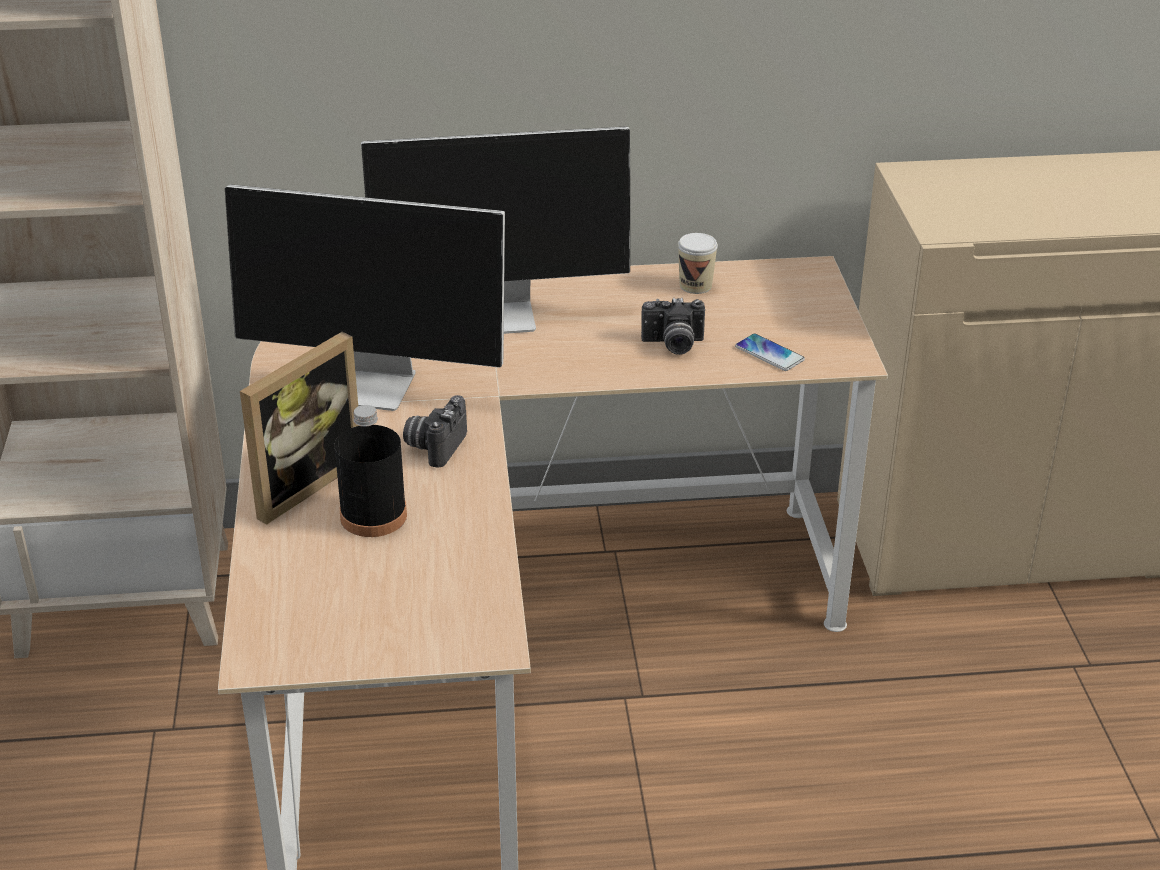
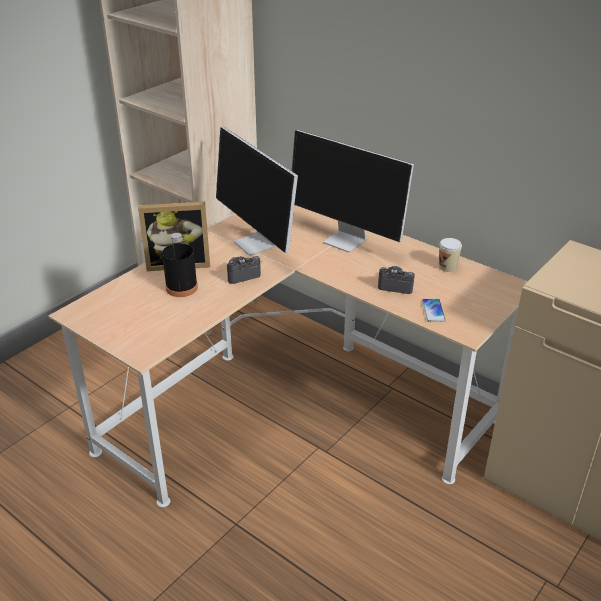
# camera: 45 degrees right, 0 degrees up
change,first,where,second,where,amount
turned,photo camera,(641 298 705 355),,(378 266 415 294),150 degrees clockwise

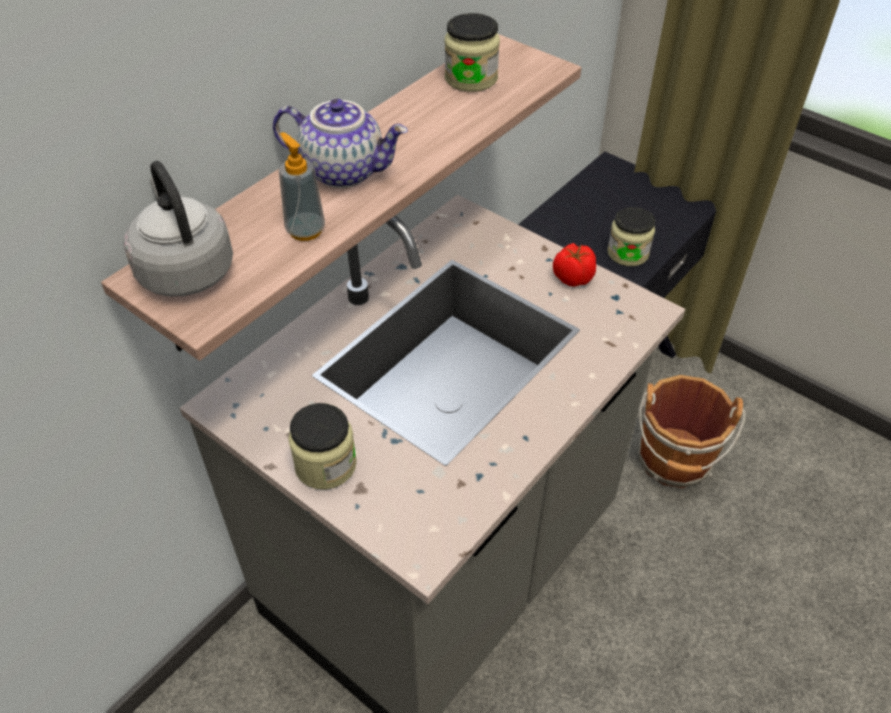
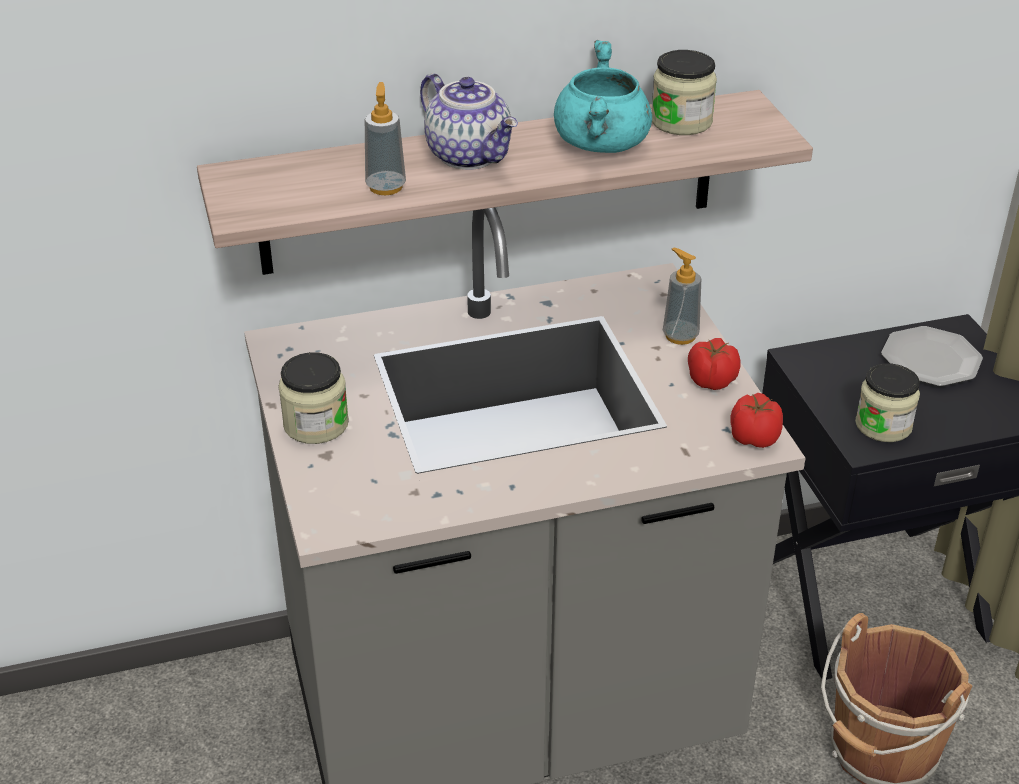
# camera: 35 degrees right, 10 degrees down
change,first,where,second,where,amount
removed,grey kettle,(124 161 233 297),,,
added,,,turquoise-coloured saucepot,(554 40 652 153),
added,,,liquid soap bottle,(663 248 701 345),
added,,,plate,(881 326 983 387),
added,,,fresh tomato,(730 393 783 448),

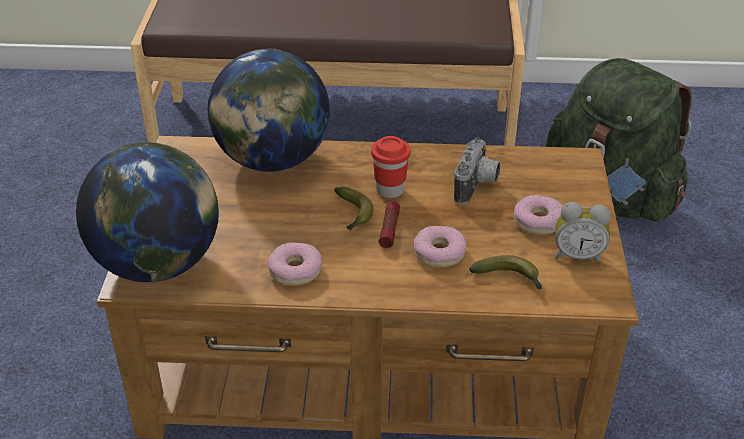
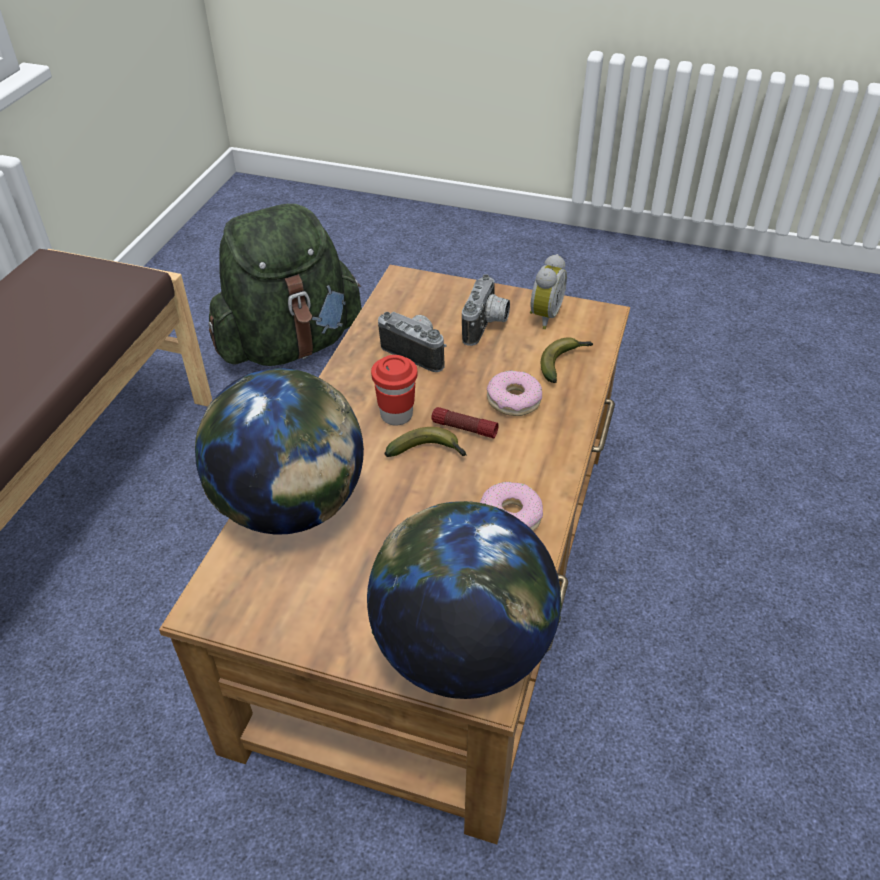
# camera: 75 degrees left, 5 degrees up
change,first,where,second,where,amount
replaced,donut,(514 195 563 235),photo camera,(462 275 510 346),

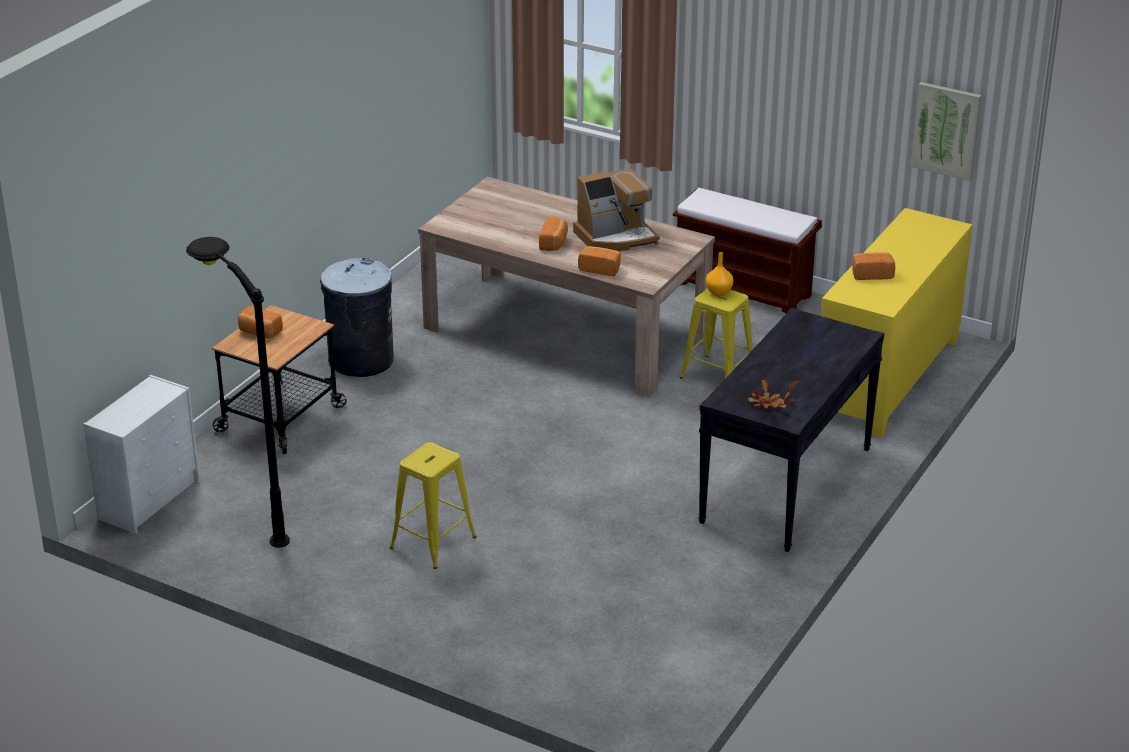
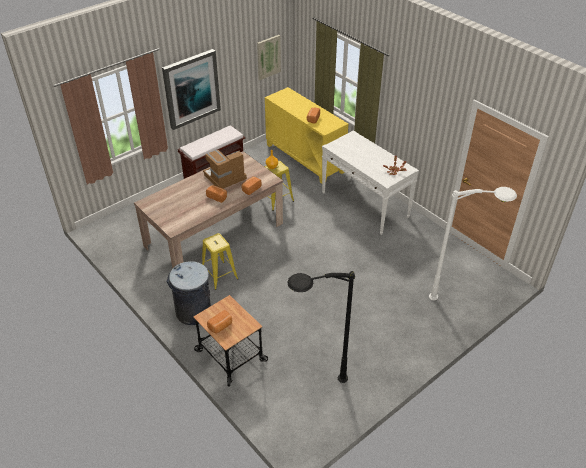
# camera: 70 degrees left, 10 degrees up
change,first,where,second,where,amount
turned,coffee machine,(573 168 660 251),,(203 150 247 189),120 degrees counterclockwise
recoloured,blackish hall table,(699 308 884 552),whitish hall table,(322 130 419 235),
removed,whitish drawer chest,(83 375 200 534),,,
moved,yellow-coloured stool,(390 442 477 569),,(202 233 238 290),
added,,,picture,(162 49 221 130),
added,,,whitish floor lamp,(429 187 517 300),

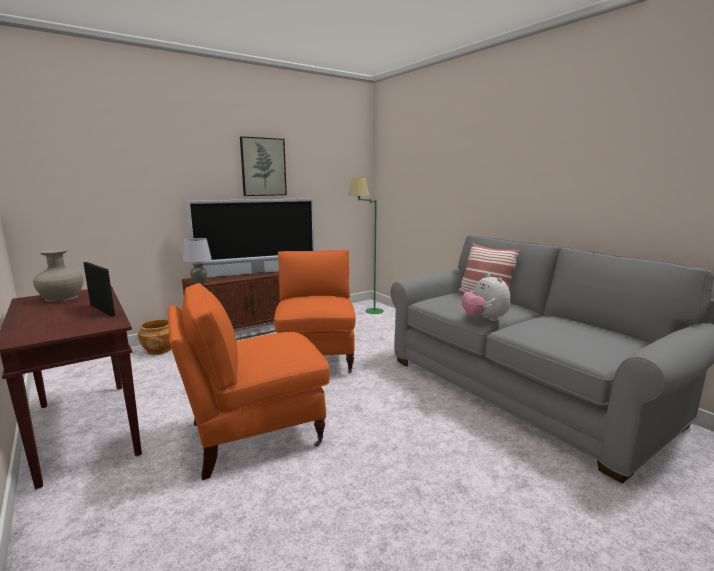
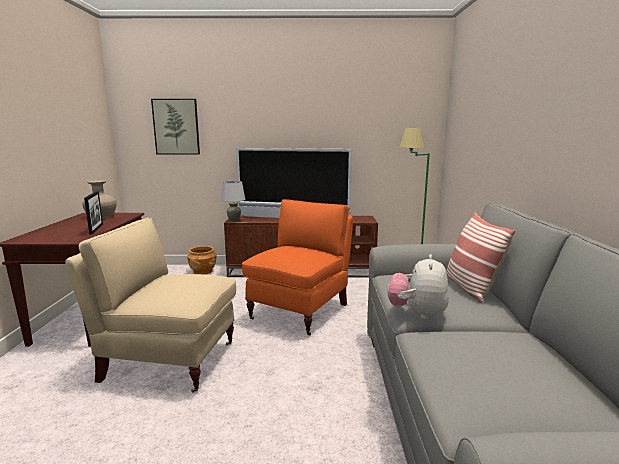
# camera: 35 degrees right, 0 degrees up
change,first,where,second,where,amount
moved,picture,(240 136 287 196),,(151 99 200 154),
recoloured,orange easy chair,(168 283 330 480),beige easy chair,(65 217 236 393),

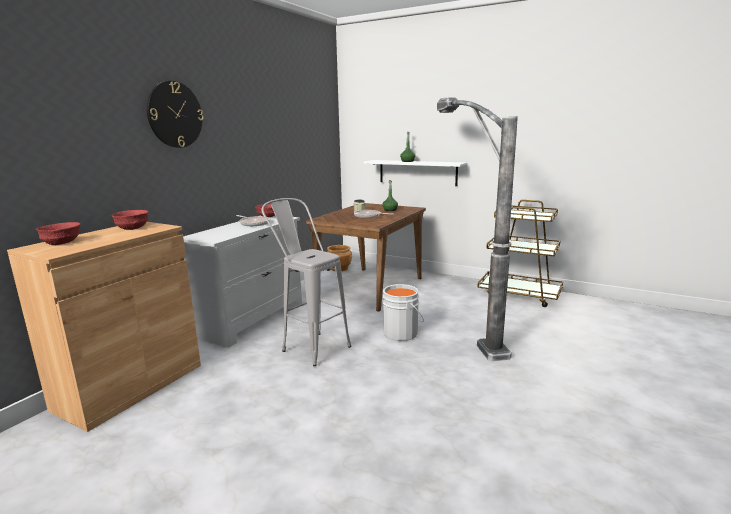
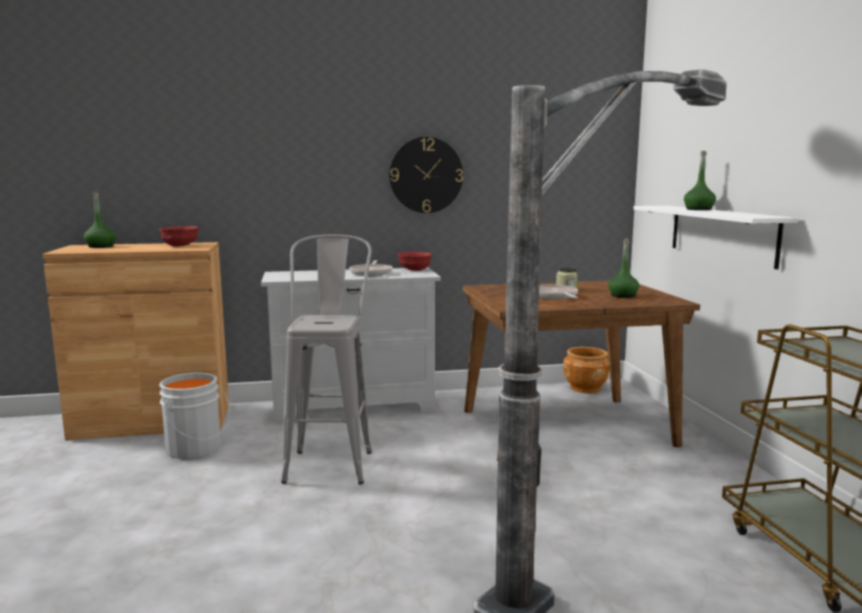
# camera: 50 degrees right, 5 degrees down
change,first,where,second,where,amount
moved,hanging clock,(147 81 204 148),,(389 137 463 213),
replaced,red deep dish,(36 222 80 245),green-coloured drink bottle,(84 191 116 248),
moved,grey water bucket,(382 284 424 341),,(159 373 230 459),

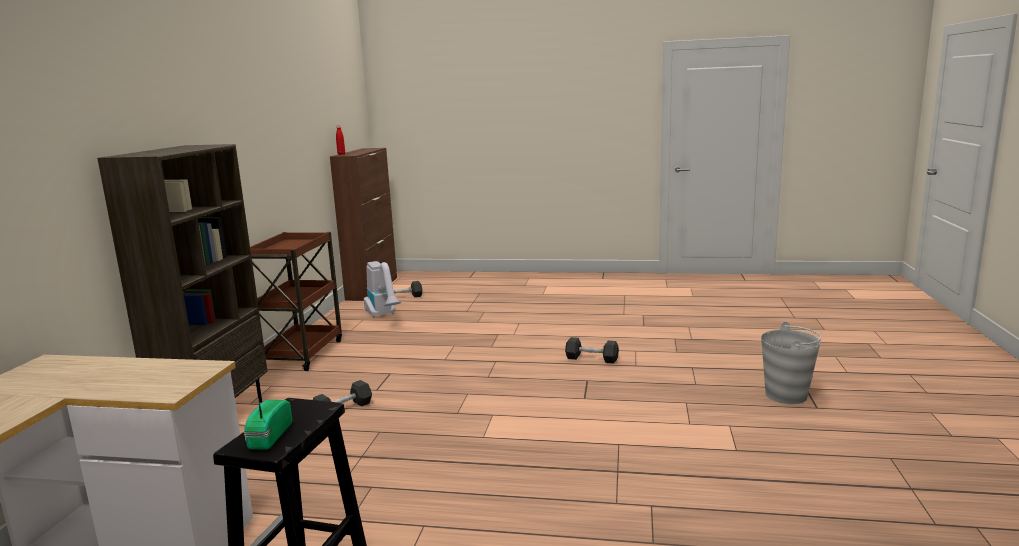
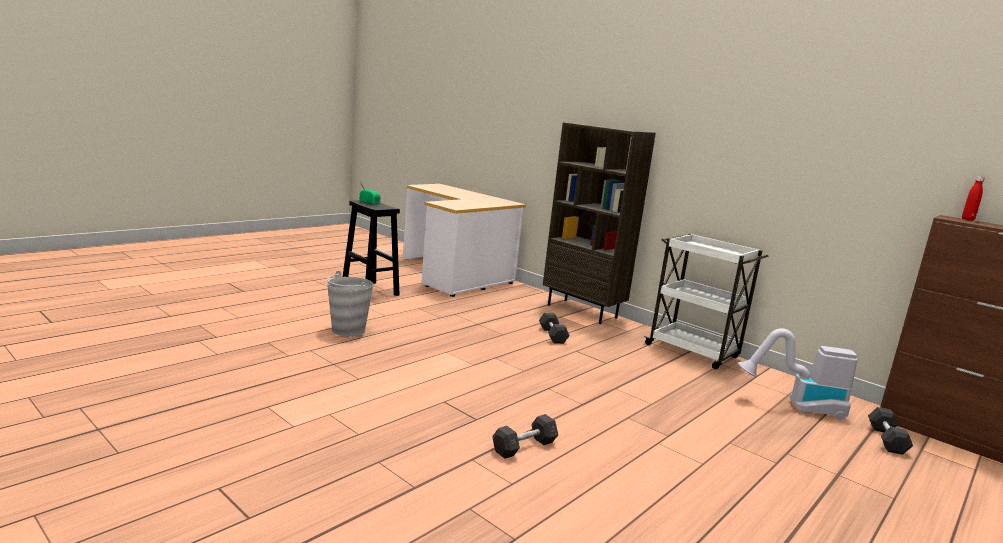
# camera: 120 degrees right, 0 degrees up
change,first,where,second,where,amount
recoloured,brownish wheeled cart,(250 232 342 371),whitish wheeled cart,(644 234 769 369),
moved,grey water bucket,(761 322 822 404),,(327 271 374 337),

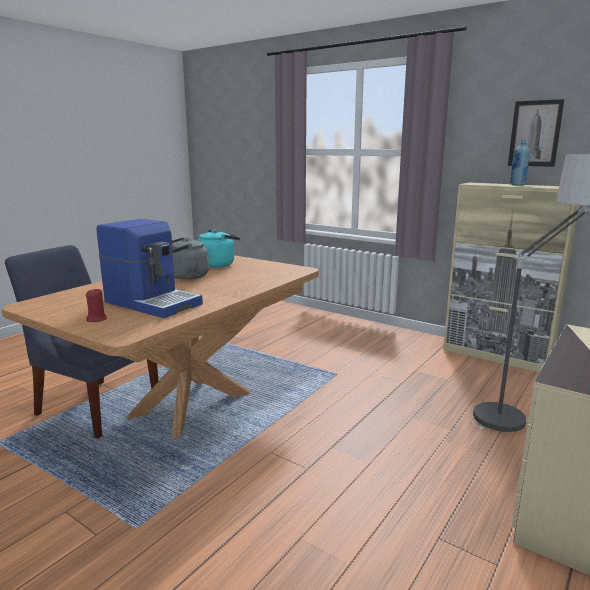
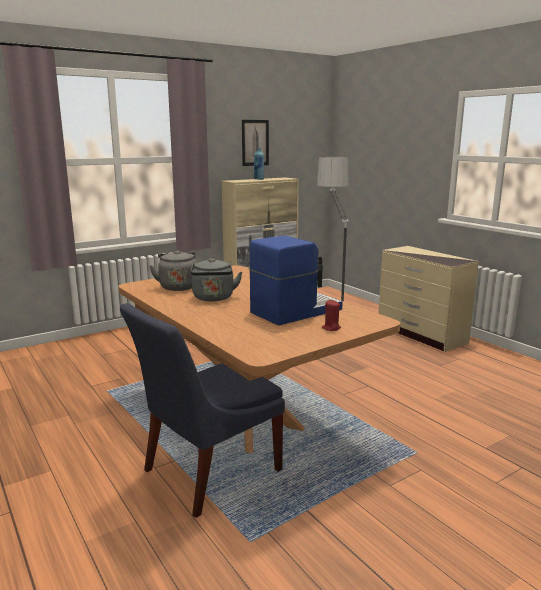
# camera: 70 degrees left, 0 degrees up
change,first,where,second,where,amount
recoloured,turquoise-coloured kettle,(198 230 240 268),grey kettle,(149 250 197 291),

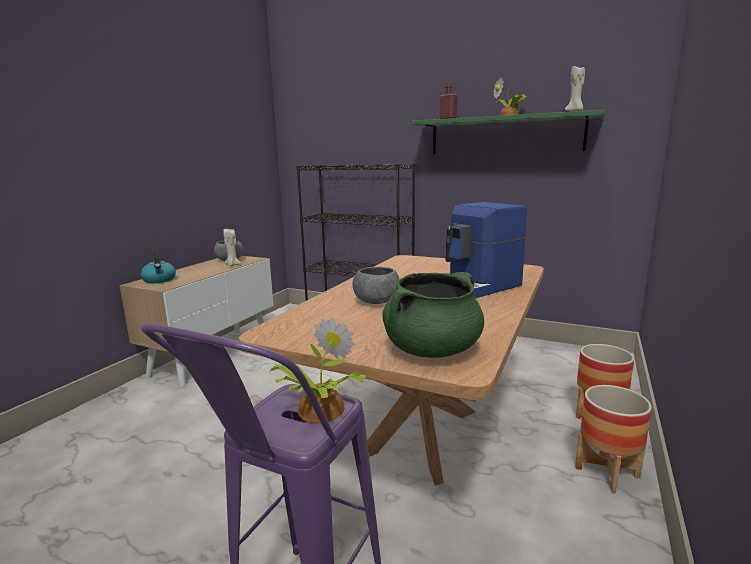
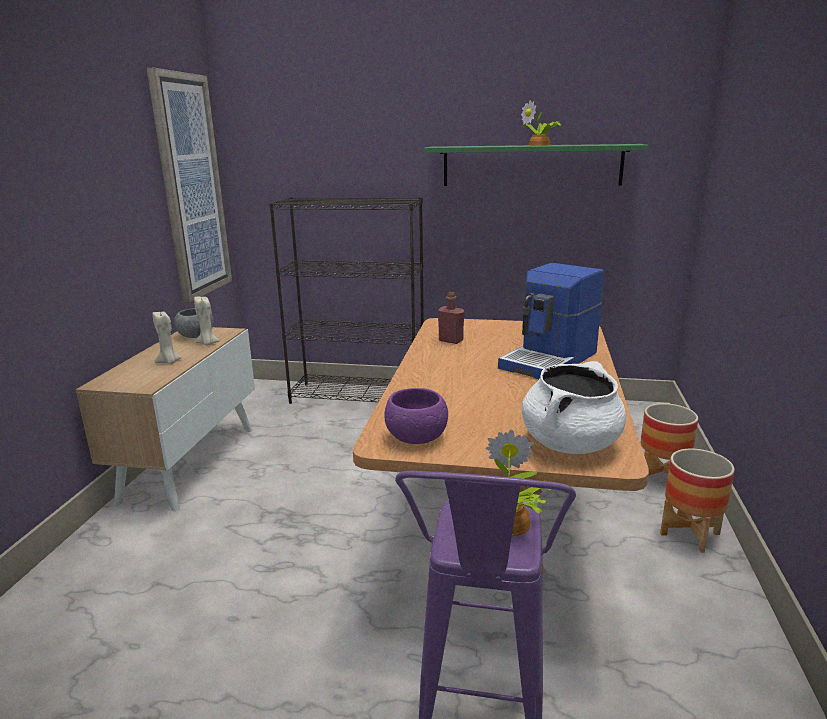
# camera: 15 degrees left, 5 degrees up
change,first,where,second,where,amount
moved,beige wax candle,(565 66 585 112),,(152 310 182 364),
moved,red drink bottle,(440 82 458 119),,(438 292 464 344),
removed,kettle,(140 250 176 283),,,
removed,grey deep dish,(353 267 400 304),,,
recoloured,green-coloured saucepot,(382 272 484 358),whitish saucepot,(522 361 626 454),
added,,,picture,(147 68 232 303),
added,,,purple-coloured deep dish,(384 388 448 444),

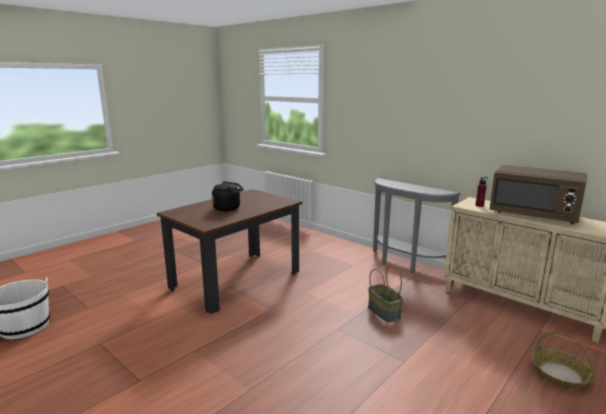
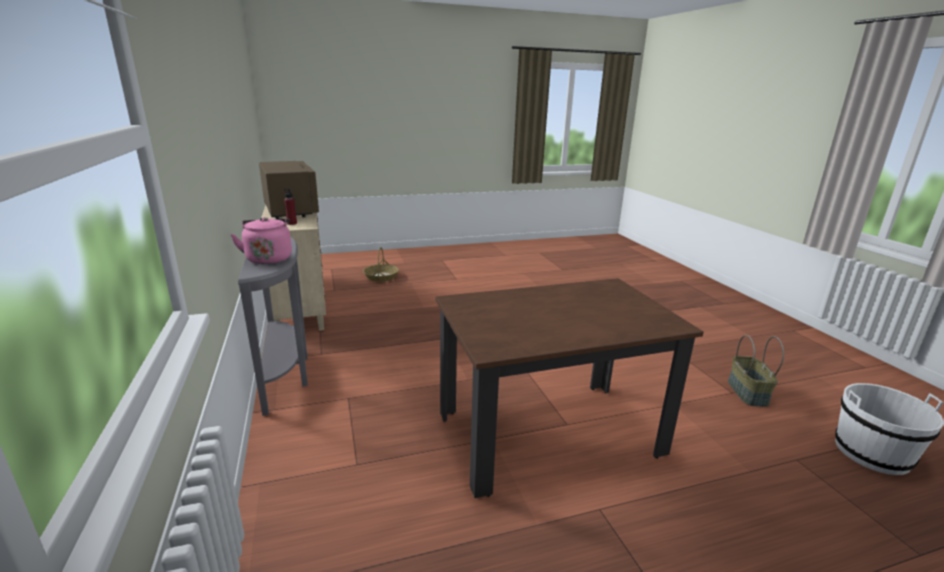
# camera: 150 degrees left, 5 degrees up
change,first,where,second,where,amount
removed,blackish kettle,(212 181 243 211),,,
moved,storage basket,(368 265 403 323),,(728 335 784 407),
added,,,pinkish kettle,(230 217 292 264),

